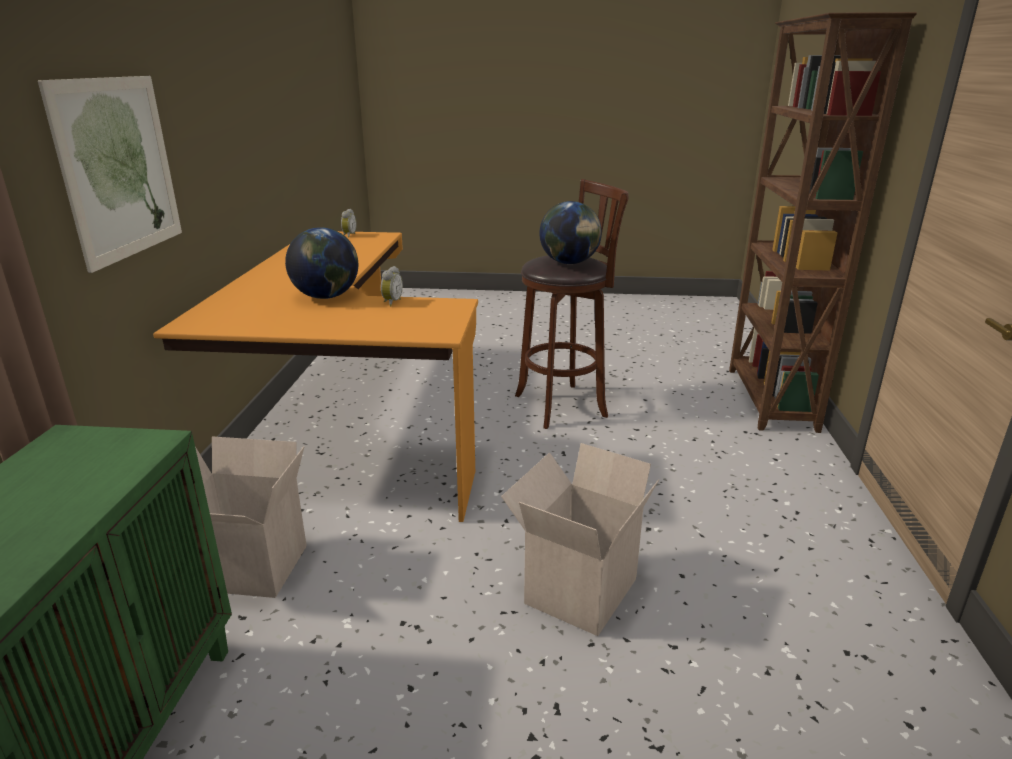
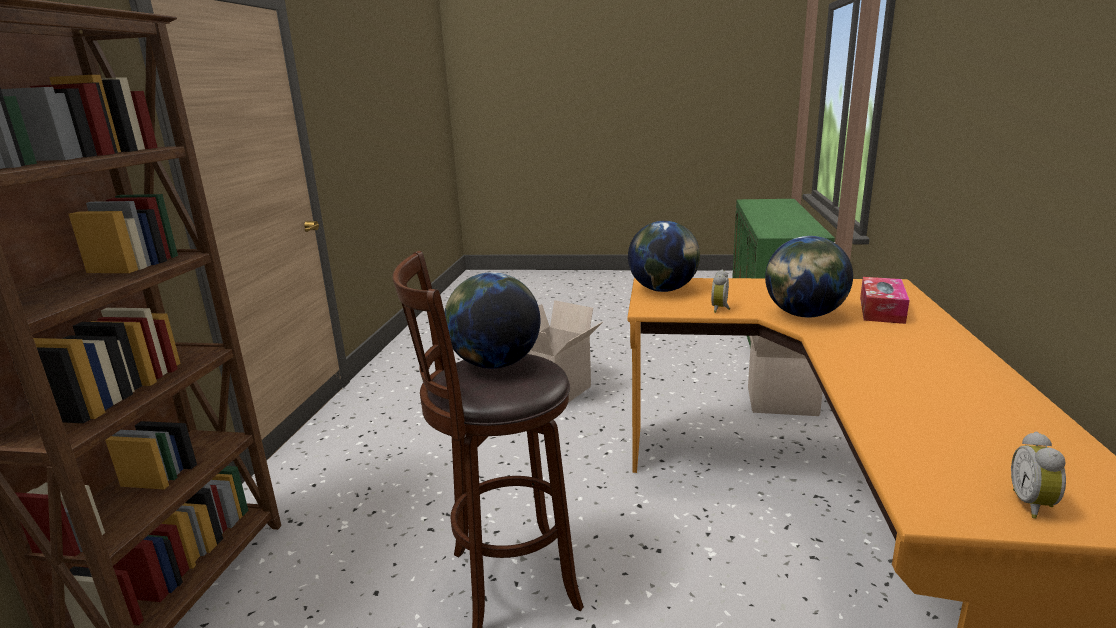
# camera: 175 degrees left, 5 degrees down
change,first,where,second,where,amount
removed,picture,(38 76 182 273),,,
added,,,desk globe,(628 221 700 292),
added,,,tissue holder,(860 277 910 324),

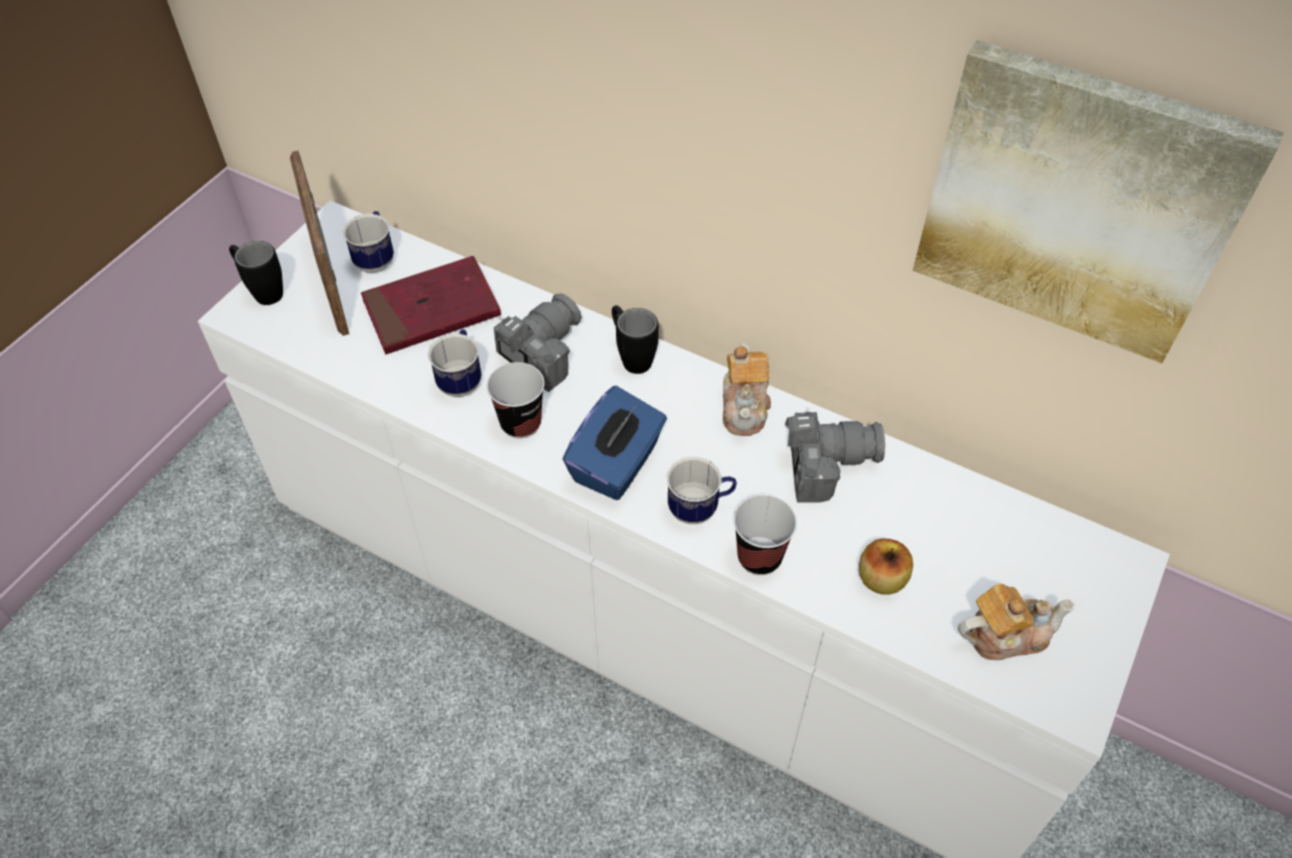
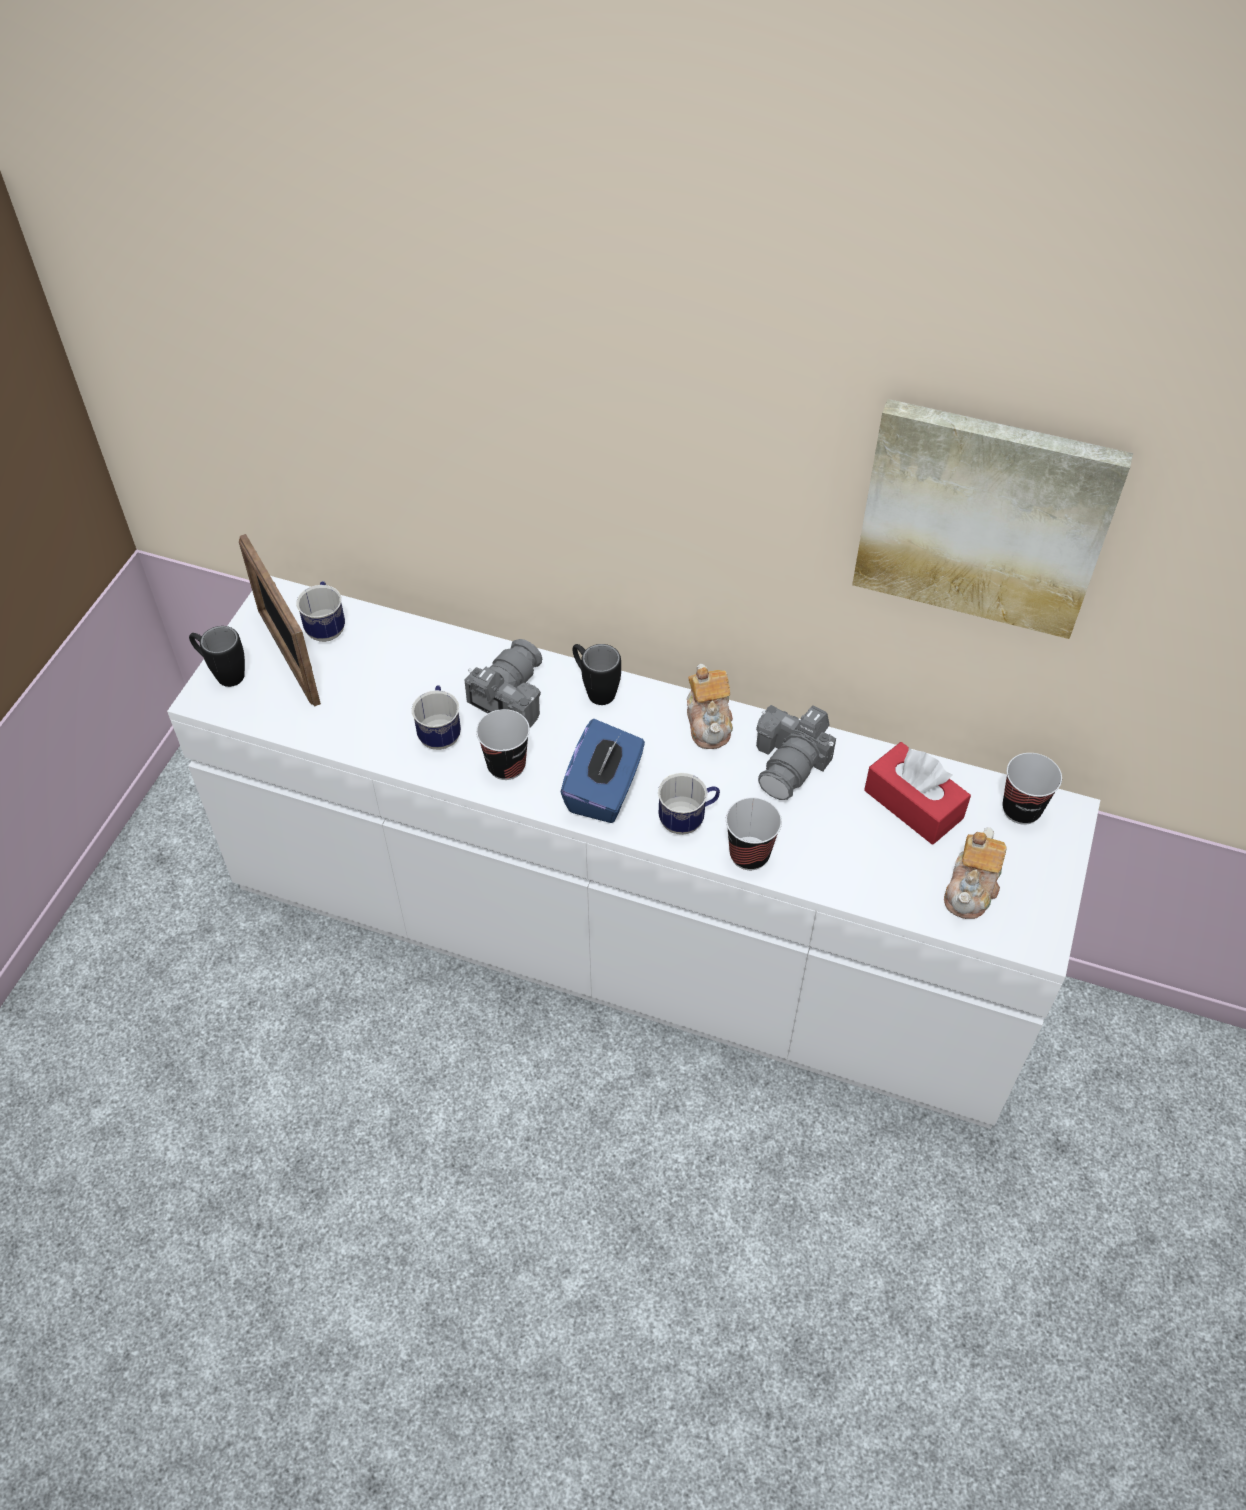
# camera: 10 degrees left, 0 degrees up
change,first,where,second,where,amount
removed,red volume,(361 256 501 354),,,
turned,photo camera,(785 408 885 503),,(756 705 836 800),135 degrees clockwise
removed,whole apple,(859 538 913 595),,,
turned,tea pot,(958 584 1075 660),,(944 827 1007 919),135 degrees clockwise
added,,,red tissue holder,(864 742 971 844),
added,,,drinking cup,(1002 753 1062 825),

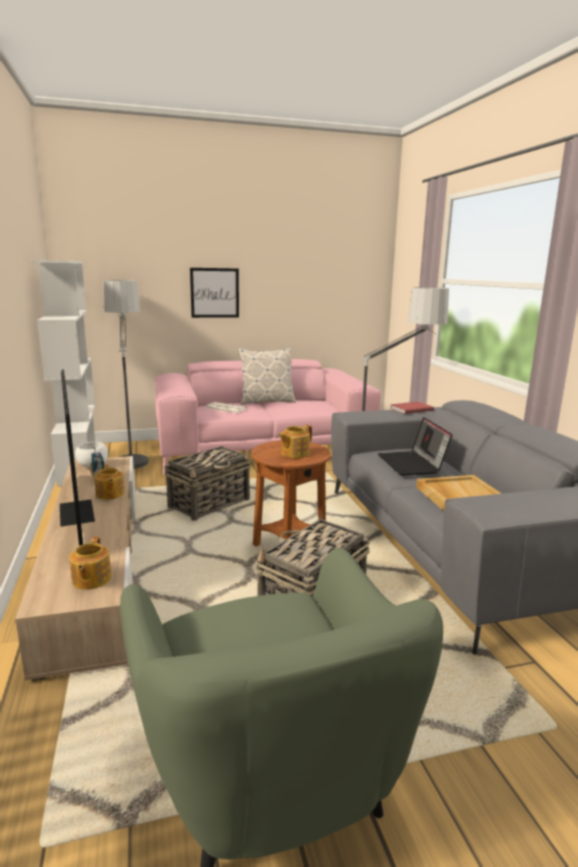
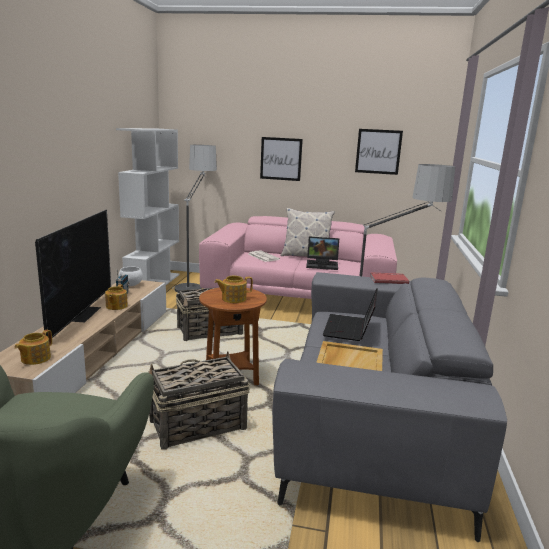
# camera: 25 degrees right, 0 degrees up
change,first,where,second,where,amount
added,,,picture,(355 129 403 175),
added,,,portable computer,(306 237 339 270),

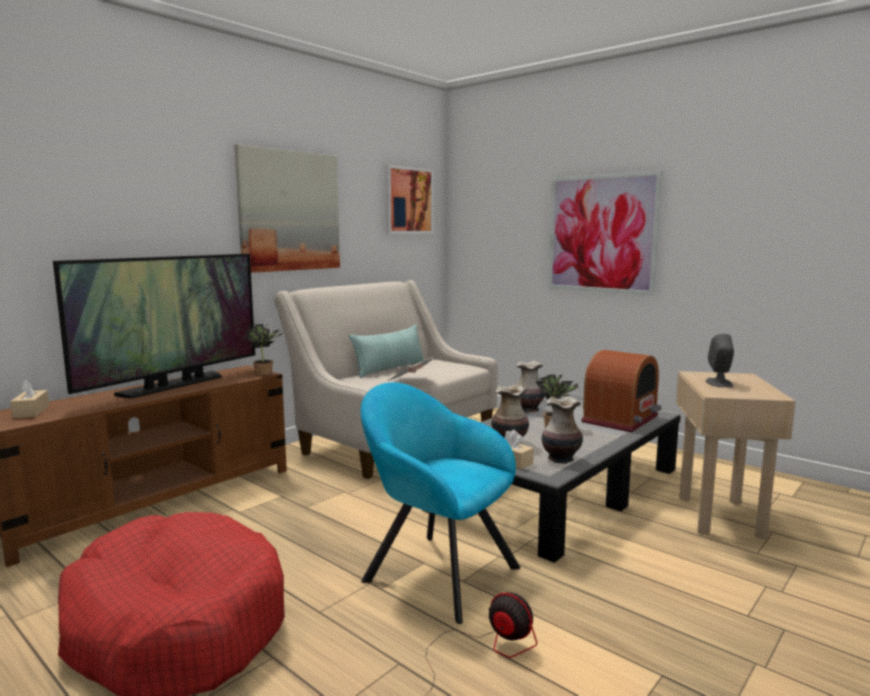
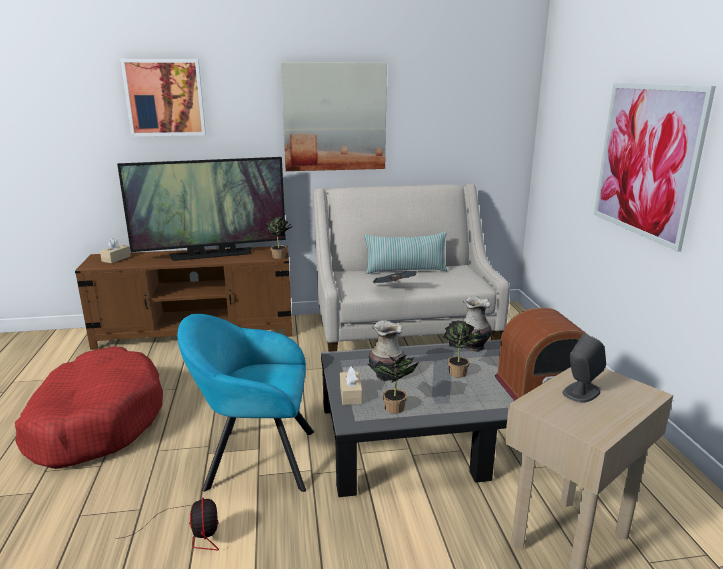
# camera: 40 degrees right, 10 degrees up
change,first,where,second,where,amount
moved,picture,(385 164 434 234),,(121 59 206 137),
turned,turquoise-coloured easy chair,(361 382 521 624),,(177 314 314 492),75 degrees counterclockwise
replaced,vase,(541 396 583 464),potted plant,(367 355 419 414),

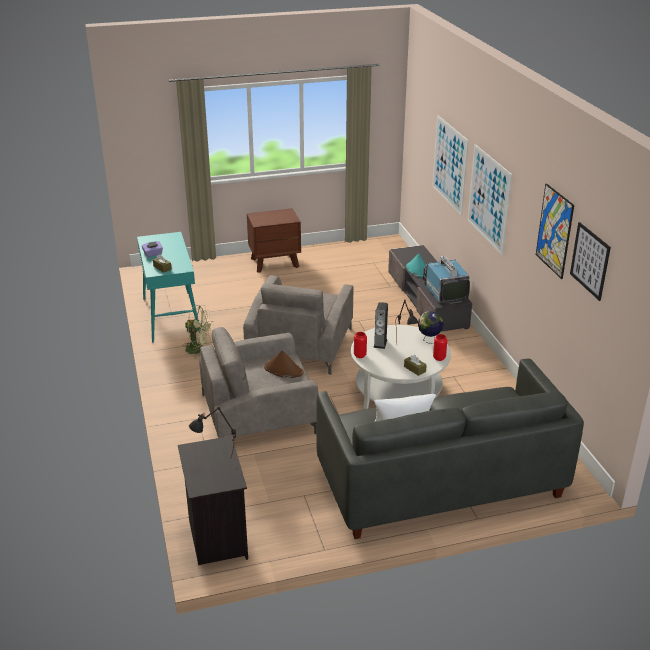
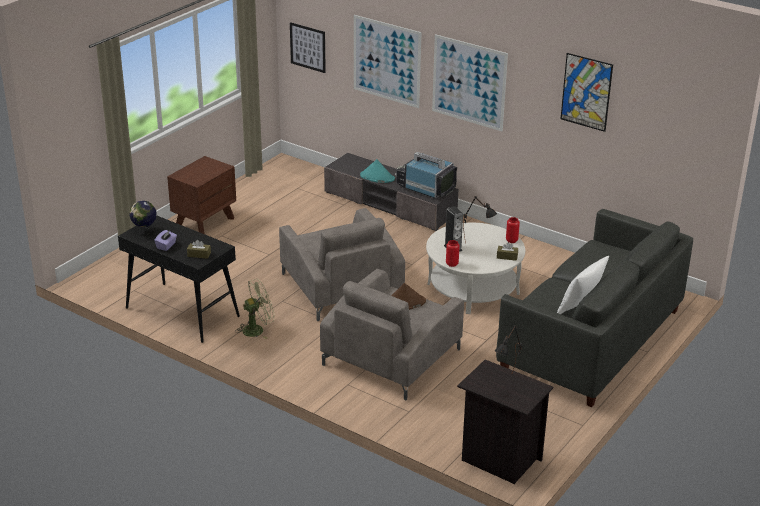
# camera: 40 degrees left, 0 degrees up
change,first,where,second,where,amount
moved,picture,(570 222 611 301),,(290 22 326 73),
recoloured,turquoise-coloured hall table,(137 232 200 342),blackish hall table,(118 215 240 343),
moved,desk globe,(418 311 444 344),,(130 201 156 235),

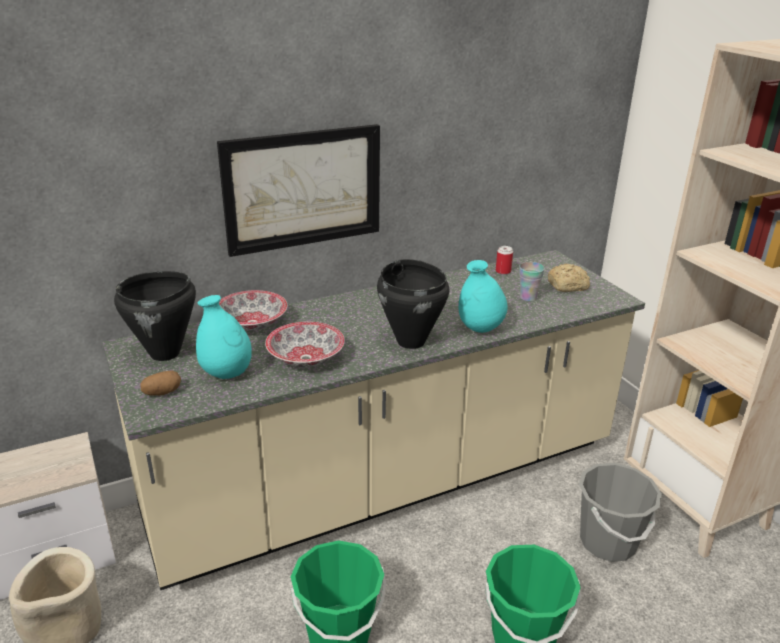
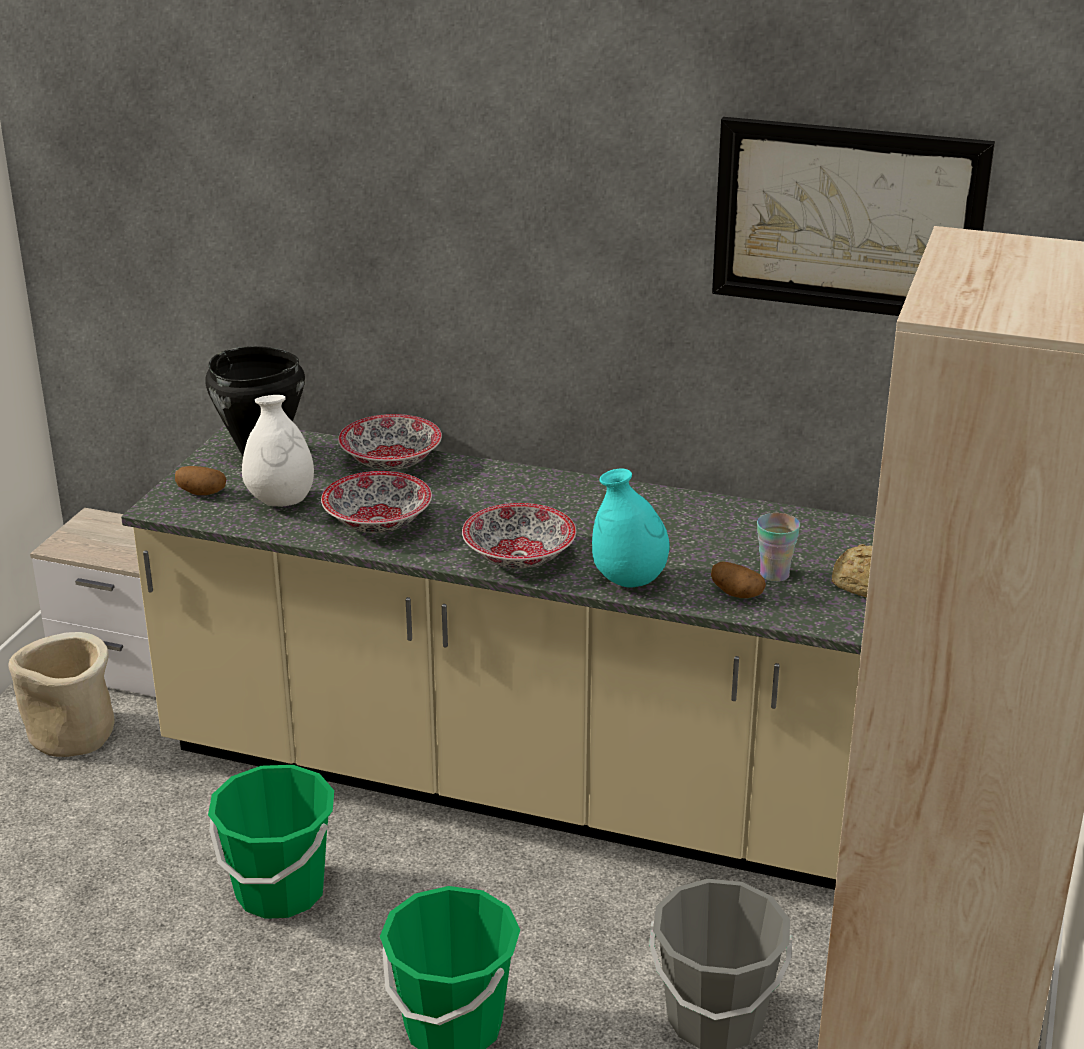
# camera: 45 degrees right, 0 degrees up
change,first,where,second,where,amount
moved,picture,(217 124 380 257),,(712 117 995 316),
removed,sealed can,(496 246 513 275),,,
replaced,blackish saucepot,(377 259 449 349),deep dish,(462 503 576 569),
recoloured,turquoise-coloured vase,(196 295 252 379),whitish vase,(242 395 314 507),
added,,,spud,(711 561 766 598),

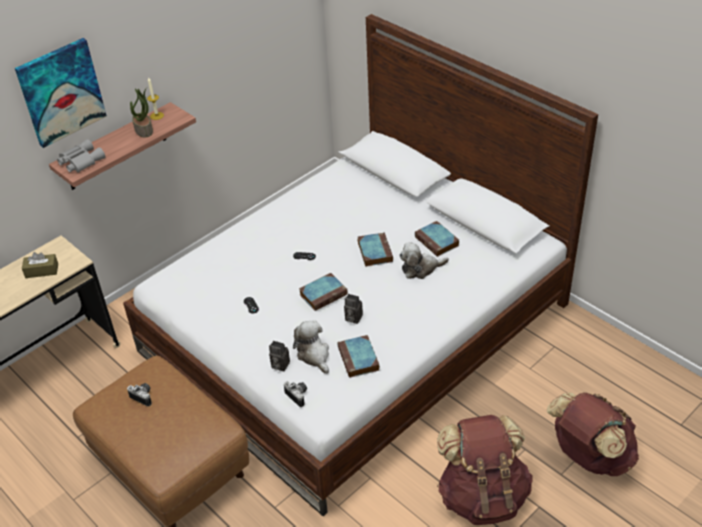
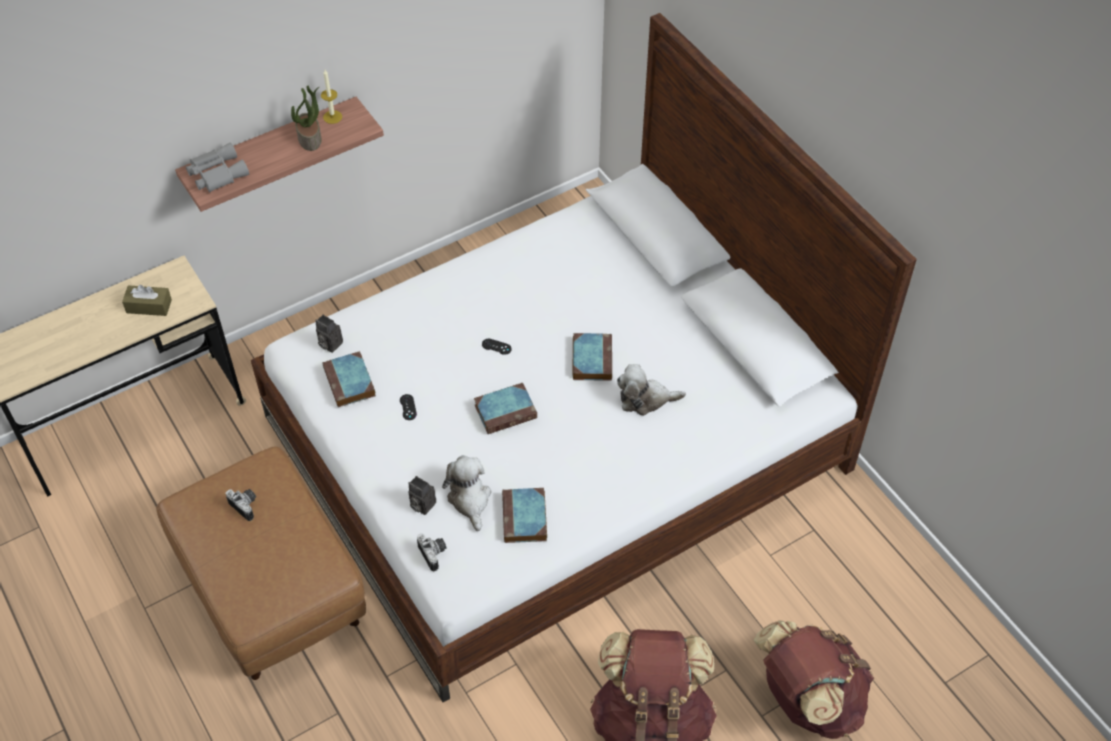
# camera: 10 degrees right, 10 degrees up
change,first,where,second,where,amount
removed,picture,(15 38 107 148),,,
moved,volume,(415 221 459 257),,(322 351 376 407),
moved,photo camera,(344 294 363 324),,(315 315 343 353),

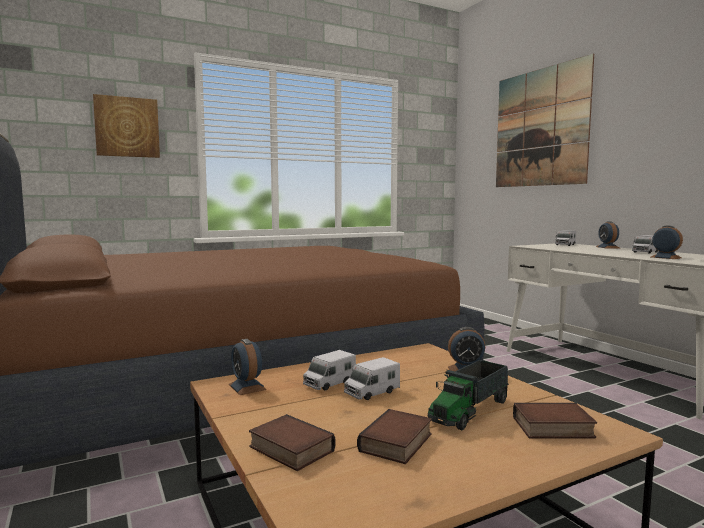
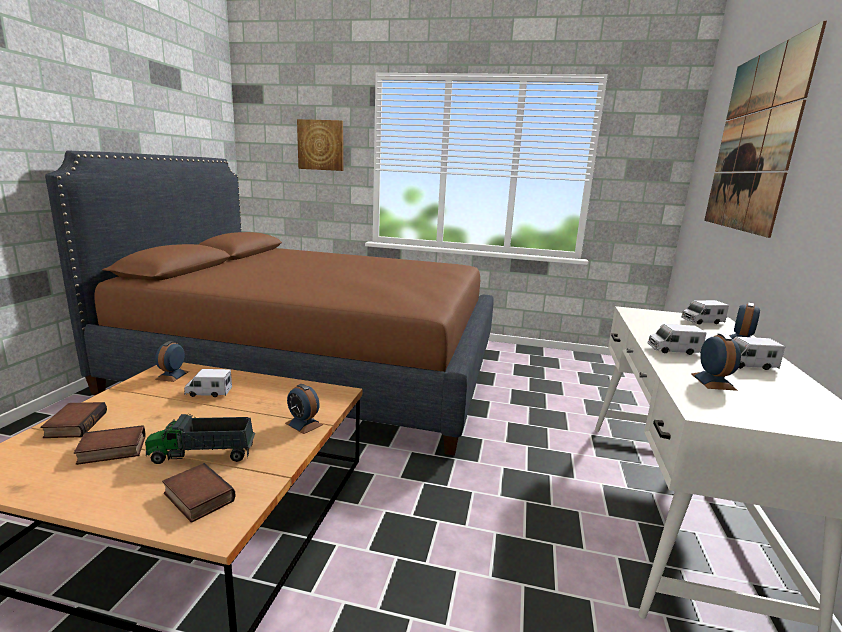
# camera: 40 degrees right, 10 degrees up
change,first,where,second,where,amount
moved,toy truck,(344 357 400 400),,(647 324 706 355),

